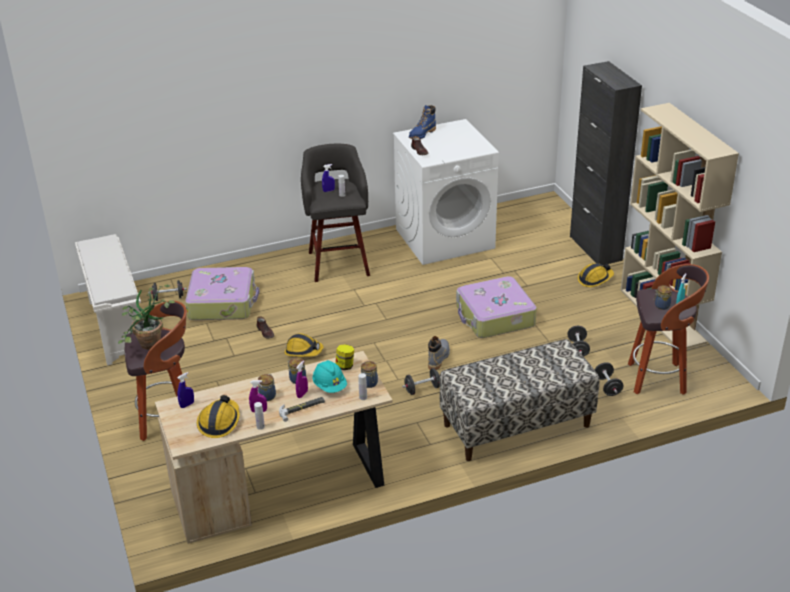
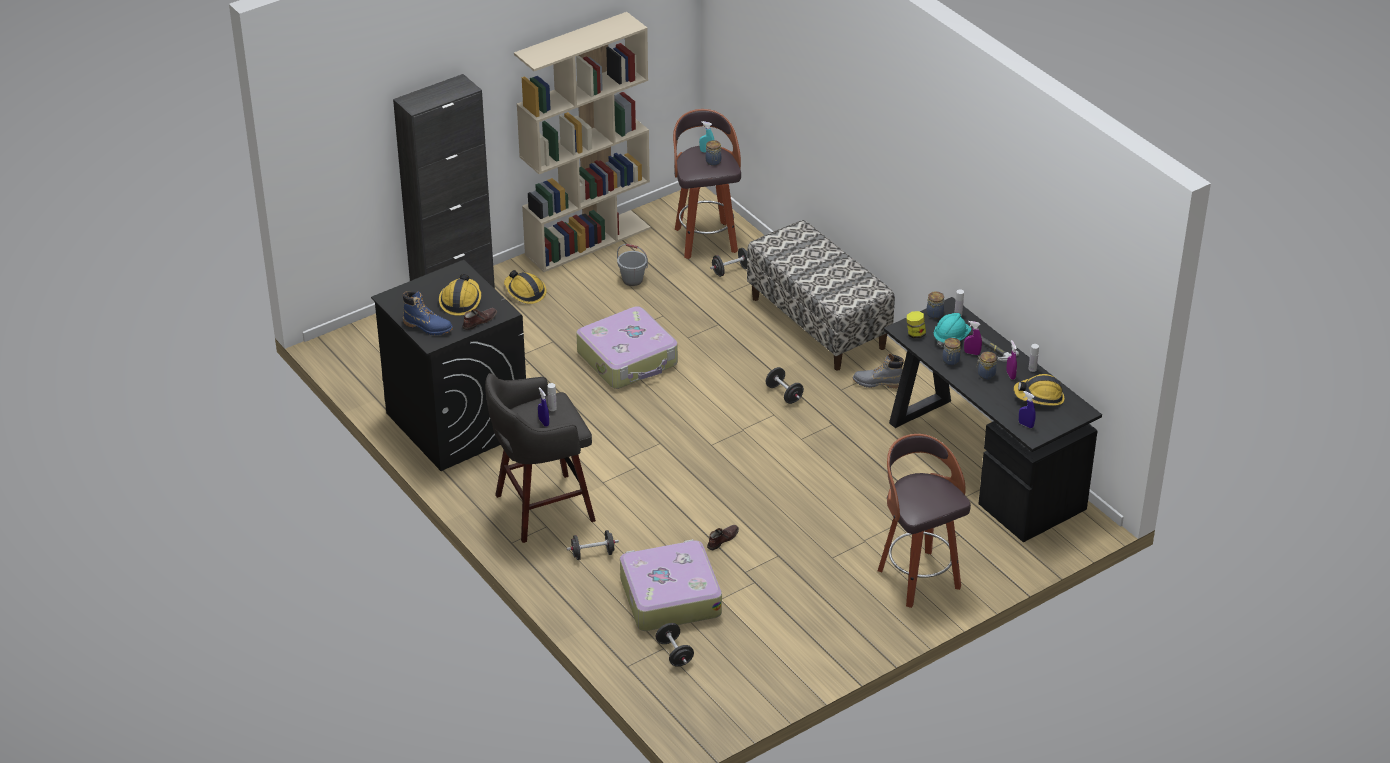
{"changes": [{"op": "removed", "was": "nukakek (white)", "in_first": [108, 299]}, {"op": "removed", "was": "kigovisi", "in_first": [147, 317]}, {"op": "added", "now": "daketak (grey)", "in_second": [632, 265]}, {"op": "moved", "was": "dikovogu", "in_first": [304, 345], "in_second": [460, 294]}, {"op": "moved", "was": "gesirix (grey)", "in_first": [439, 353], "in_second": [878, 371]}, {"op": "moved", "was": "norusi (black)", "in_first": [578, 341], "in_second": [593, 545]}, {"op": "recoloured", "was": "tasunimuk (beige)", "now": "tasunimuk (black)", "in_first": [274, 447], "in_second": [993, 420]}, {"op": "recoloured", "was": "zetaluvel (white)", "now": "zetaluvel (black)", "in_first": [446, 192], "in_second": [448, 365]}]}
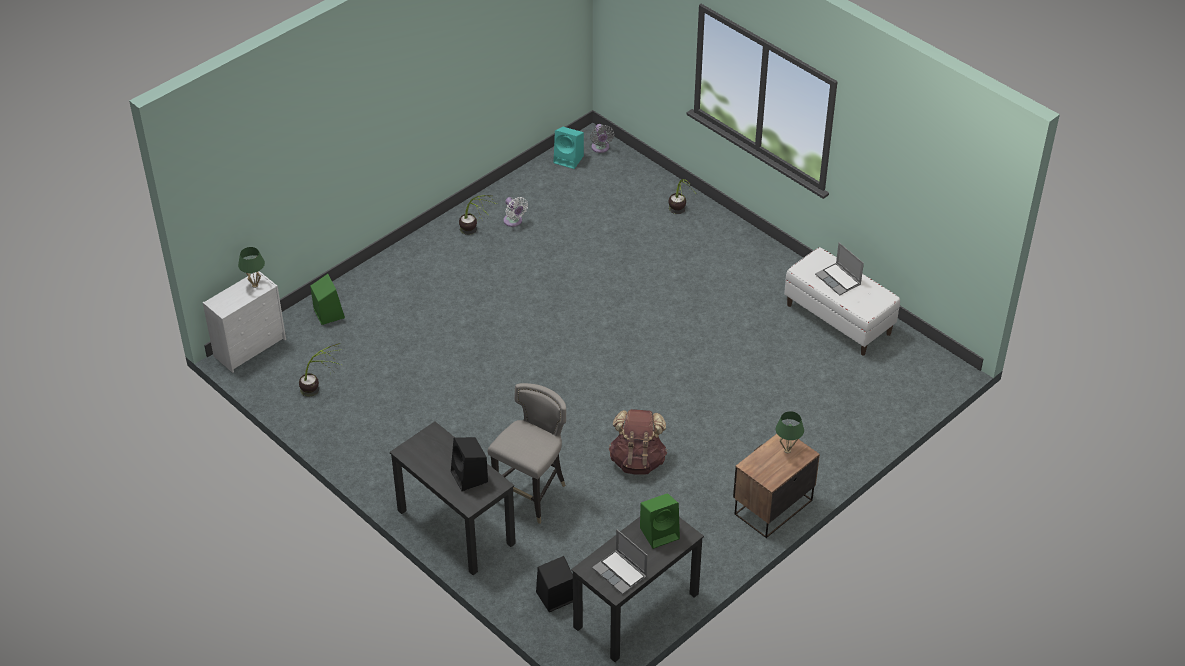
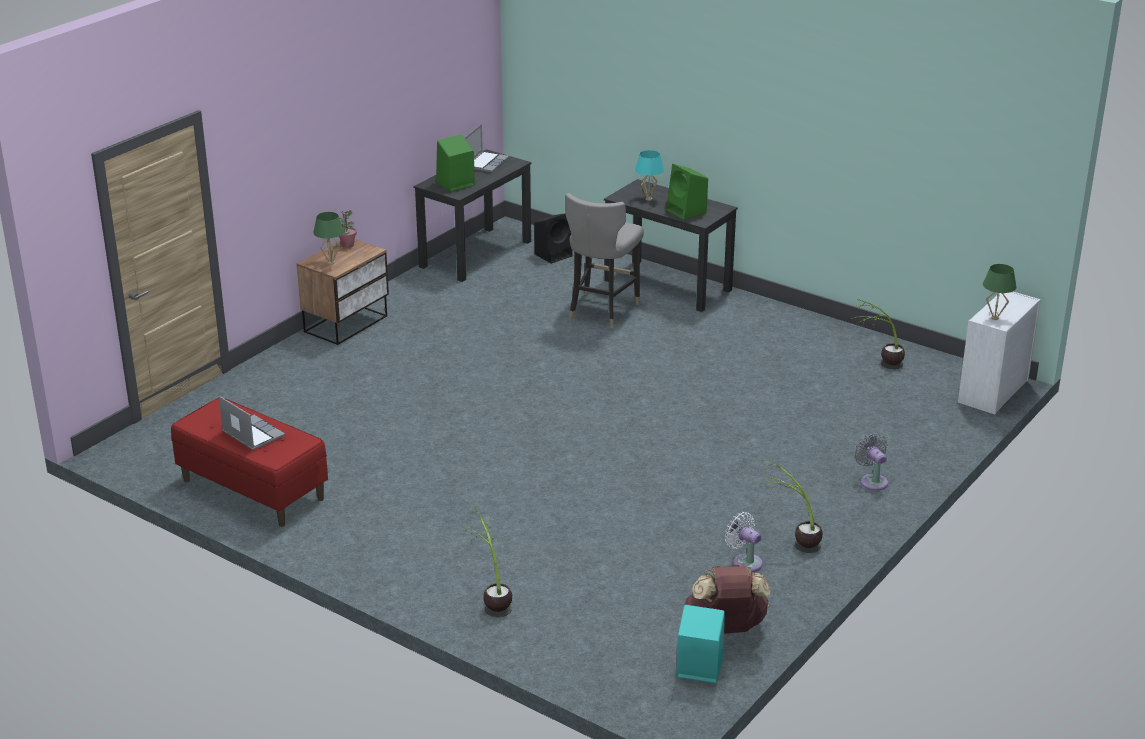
{"changes": [{"op": "added", "now": "kigovisi", "in_second": [348, 229]}, {"op": "moved", "was": "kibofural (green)", "in_first": [327, 299], "in_second": [687, 192]}, {"op": "moved", "was": "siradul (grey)", "in_first": [602, 138], "in_second": [871, 462]}, {"op": "moved", "was": "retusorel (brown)", "in_first": [638, 442], "in_second": [727, 599]}, {"op": "replaced", "was": "kibofural (black)", "now": "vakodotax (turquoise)", "in_first": [469, 464], "in_second": [649, 175]}, {"op": "recoloured", "was": "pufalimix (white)", "now": "pufalimix (red)", "in_first": [842, 301], "in_second": [249, 462]}, {"op": "turned", "was": "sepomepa", "in_first": [620, 562], "in_second": [486, 148], "clockwise": 75}]}
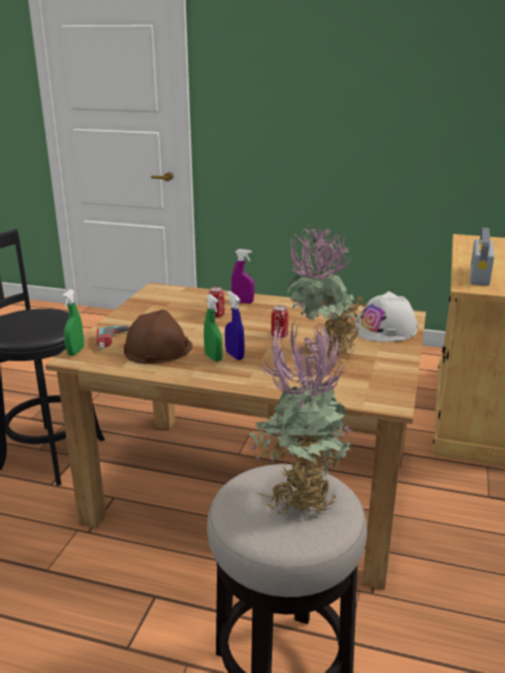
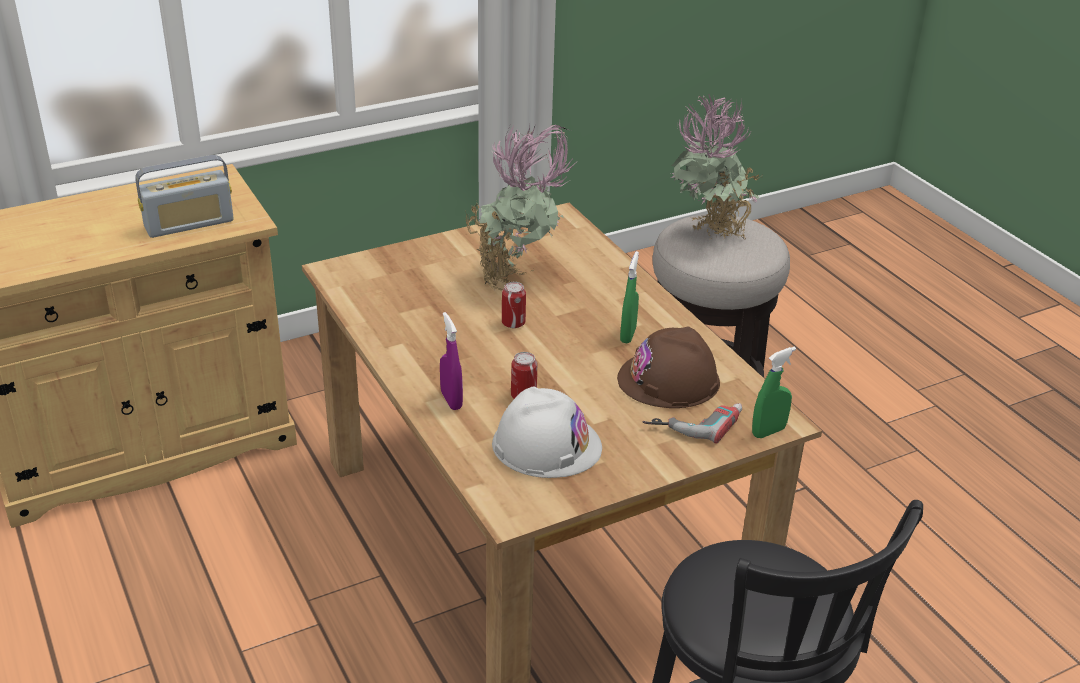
{"changes": [{"op": "removed", "was": "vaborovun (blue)", "in_first": [235, 325]}, {"op": "moved", "was": "dikovogu (white)", "in_first": [385, 316], "in_second": [547, 432]}]}
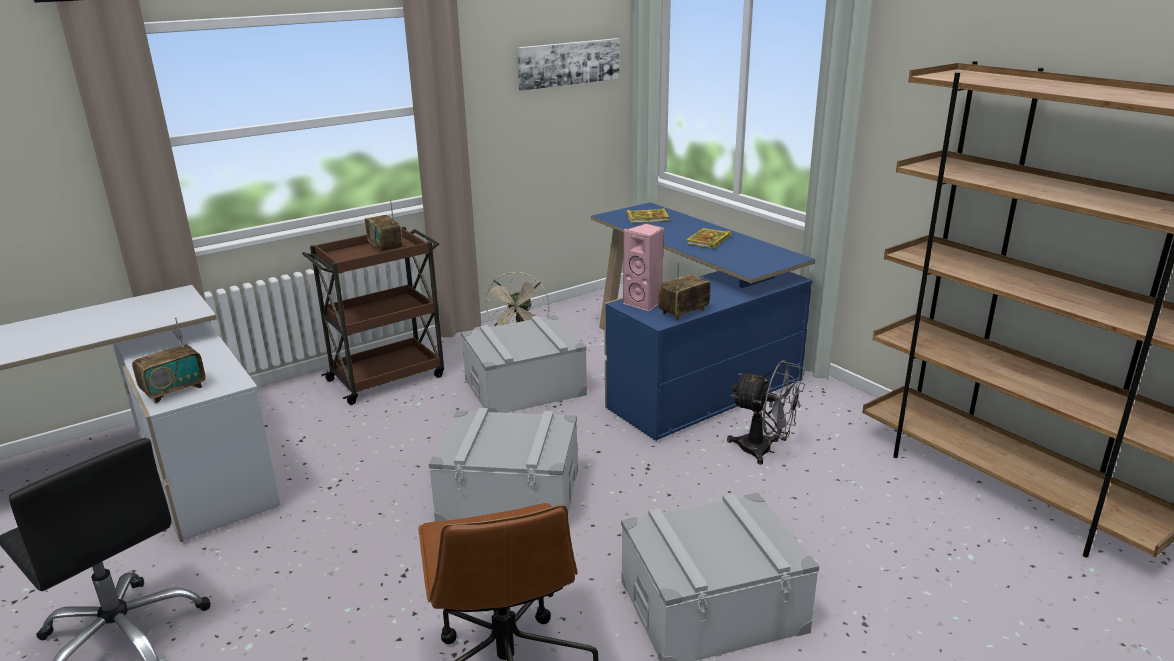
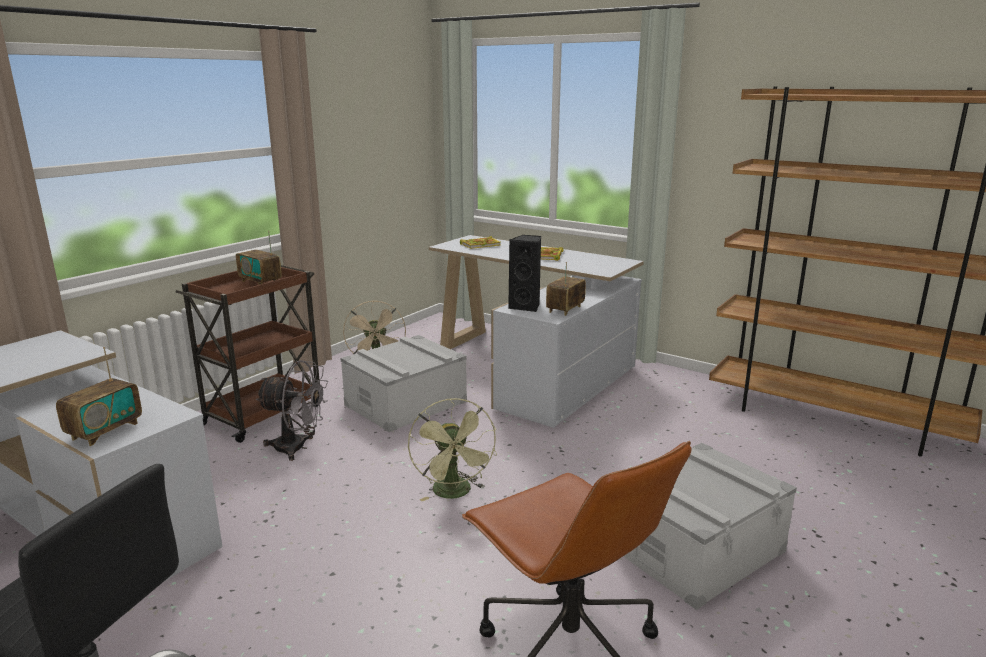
{"changes": [{"op": "removed", "was": "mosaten", "in_first": [568, 64]}, {"op": "moved", "was": "siradul (grey)", "in_first": [766, 412], "in_second": [292, 410]}, {"op": "replaced", "was": "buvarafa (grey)", "now": "siradul (green)", "in_first": [503, 465], "in_second": [452, 449]}, {"op": "recoloured", "was": "tasunimuk (blue)", "now": "tasunimuk (white)", "in_first": [703, 321], "in_second": [536, 331]}, {"op": "recoloured", "was": "kibofural (pink)", "now": "kibofural (black)", "in_first": [643, 267], "in_second": [524, 273]}]}
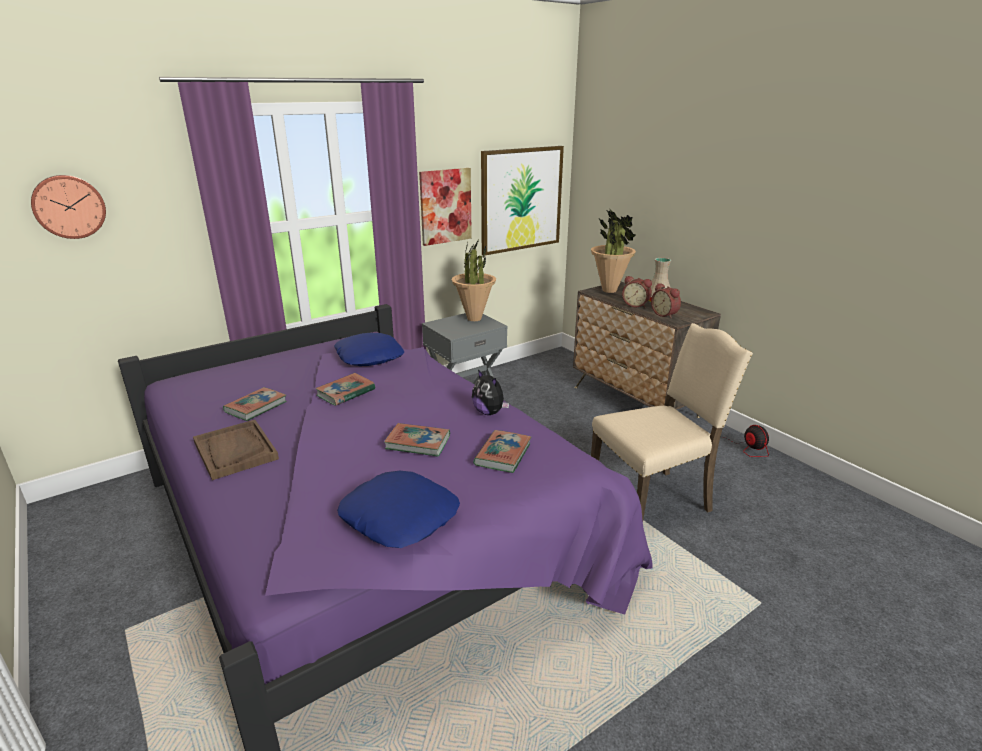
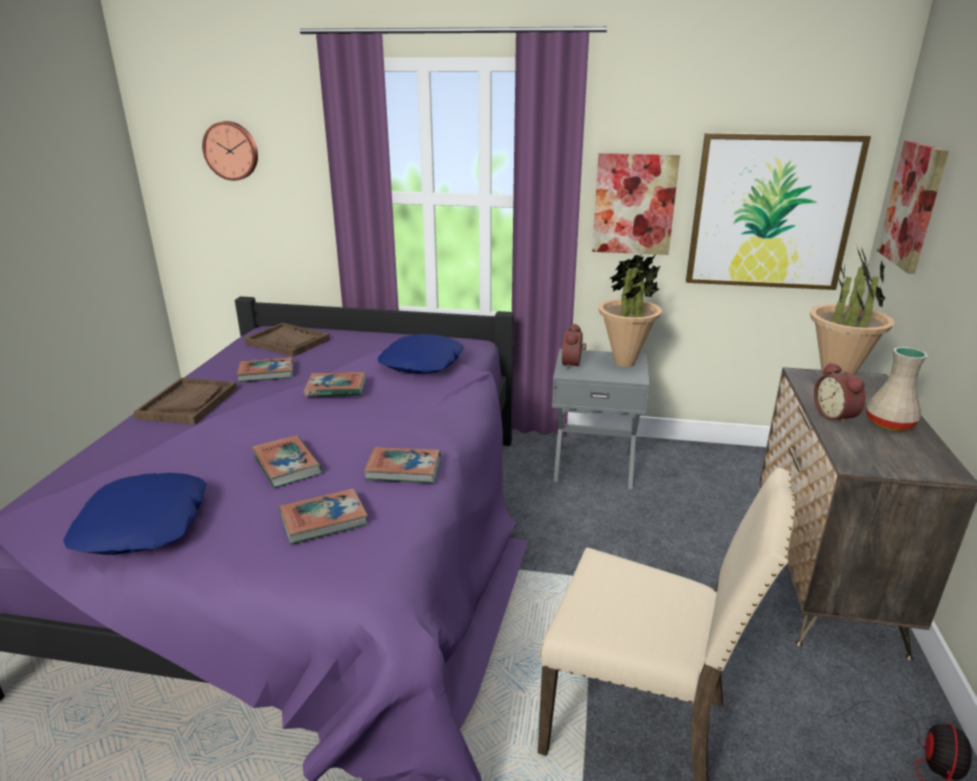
{"changes": [{"op": "added", "now": "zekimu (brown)", "in_second": [287, 340]}, {"op": "added", "now": "mosaten", "in_second": [913, 207]}, {"op": "moved", "was": "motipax", "in_first": [666, 301], "in_second": [574, 346]}, {"op": "replaced", "was": "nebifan", "now": "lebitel", "in_first": [490, 392], "in_second": [402, 465]}]}
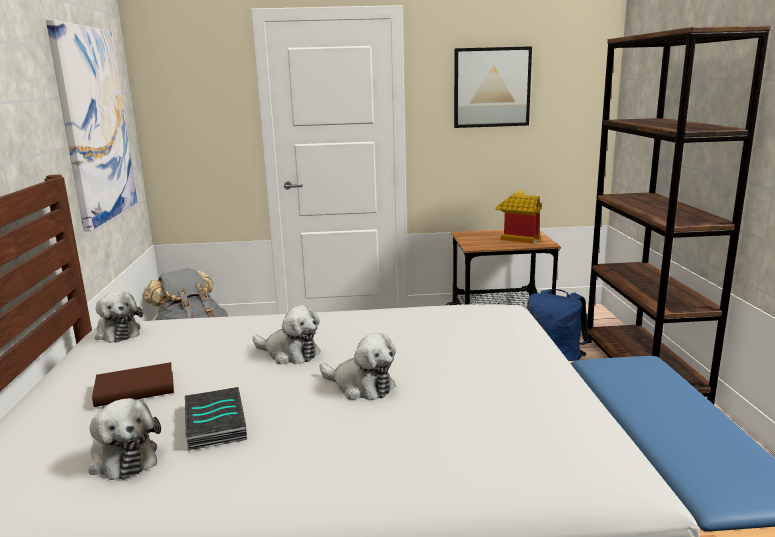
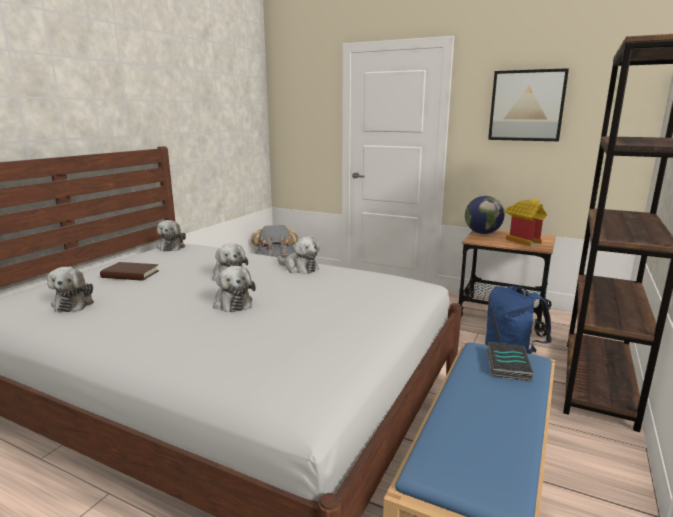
{"changes": [{"op": "removed", "was": "mosaten", "in_first": [91, 125]}, {"op": "added", "now": "nebifan", "in_second": [298, 255]}, {"op": "added", "now": "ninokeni", "in_second": [485, 215]}, {"op": "moved", "was": "lebitel", "in_first": [216, 419], "in_second": [510, 362]}]}
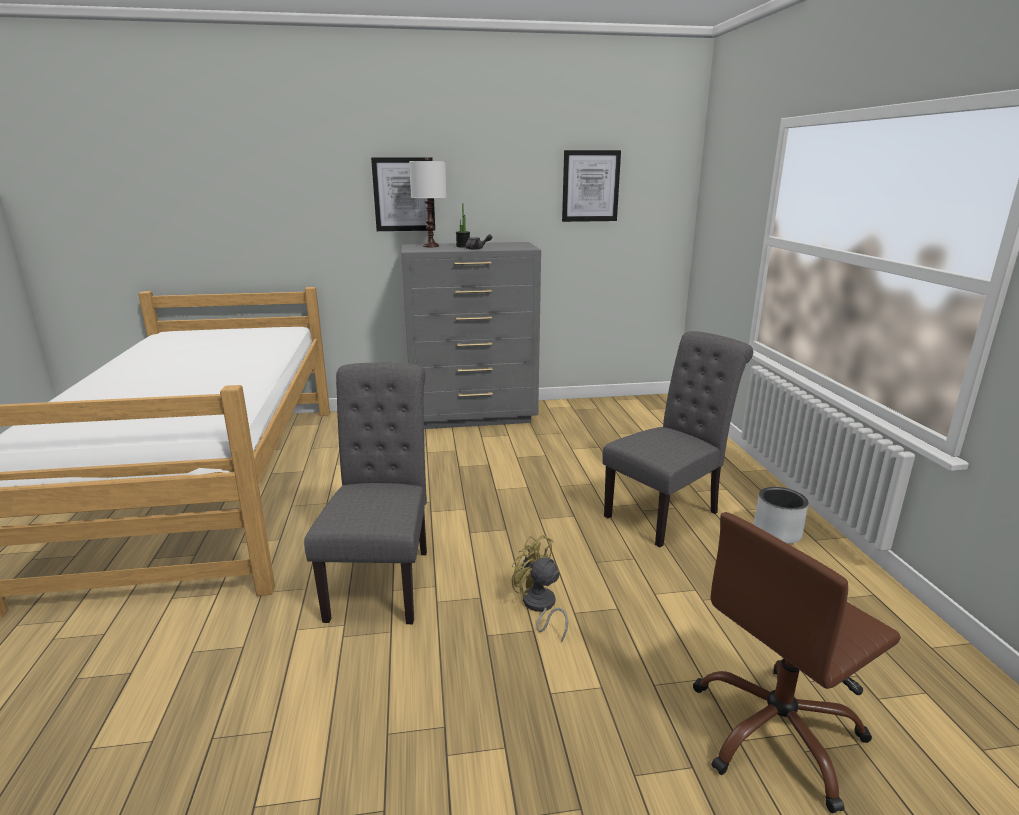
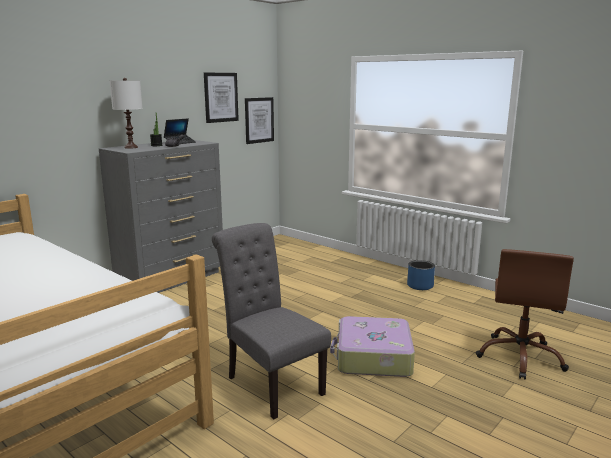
{"changes": [{"op": "removed", "was": "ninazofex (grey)", "in_first": [677, 439]}, {"op": "added", "now": "sepomepa", "in_second": [180, 131]}, {"op": "moved", "was": "mosaten", "in_first": [403, 194], "in_second": [259, 120]}, {"op": "replaced", "was": "siradul (yellow)", "now": "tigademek", "in_first": [540, 588], "in_second": [372, 346]}, {"op": "recoloured", "was": "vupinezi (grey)", "now": "vupinezi (blue)", "in_first": [781, 515], "in_second": [421, 275]}]}
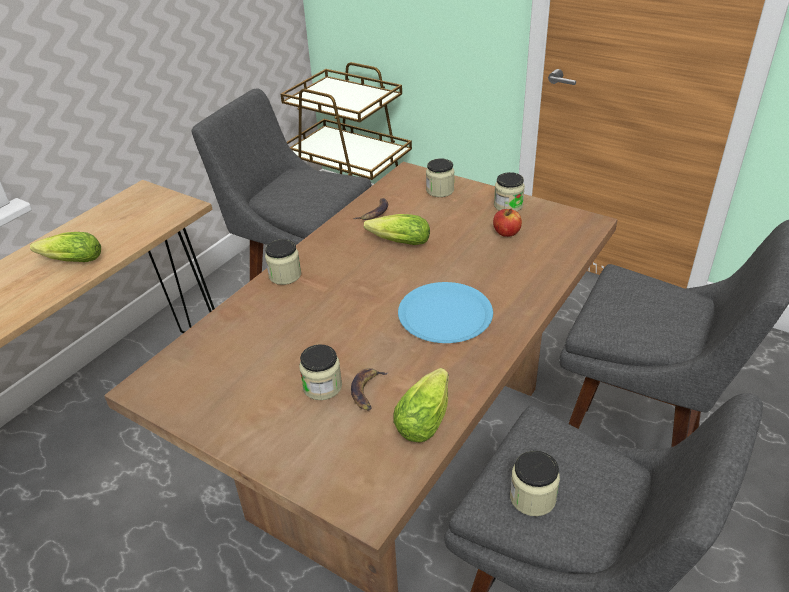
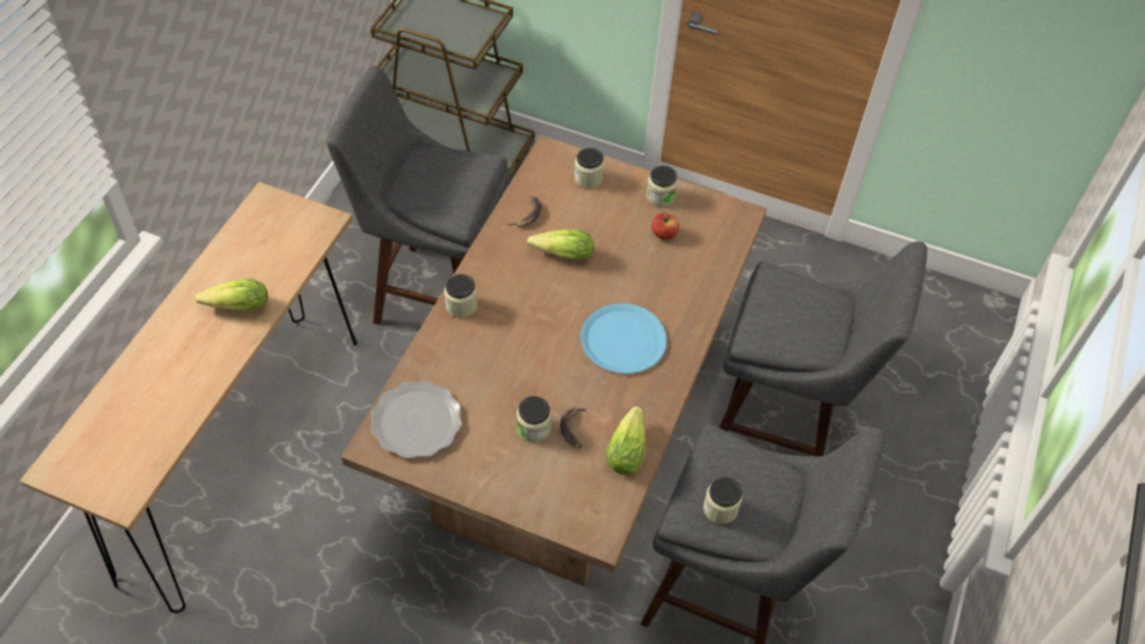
{"changes": [{"op": "added", "now": "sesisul", "in_second": [416, 420]}]}
